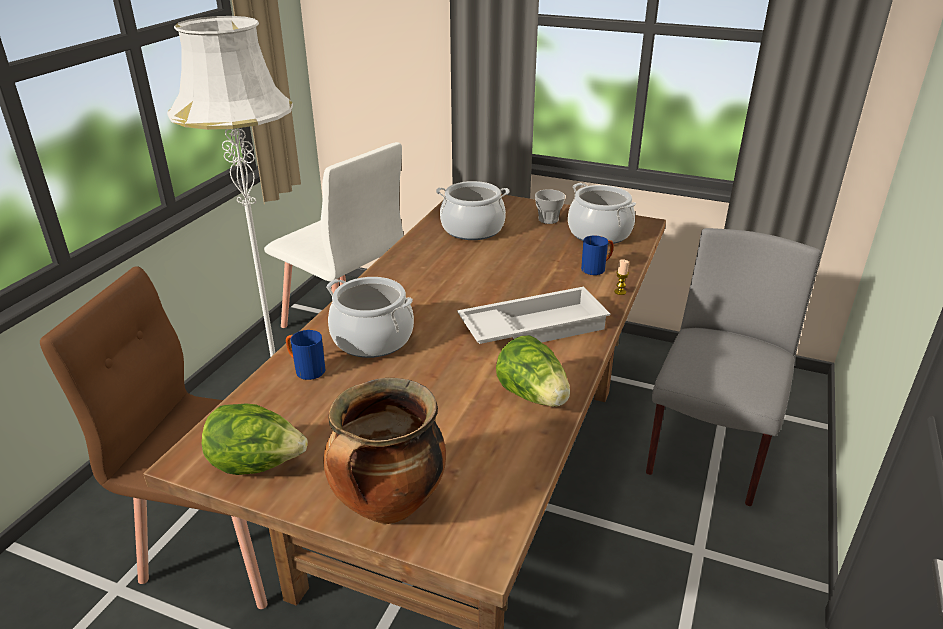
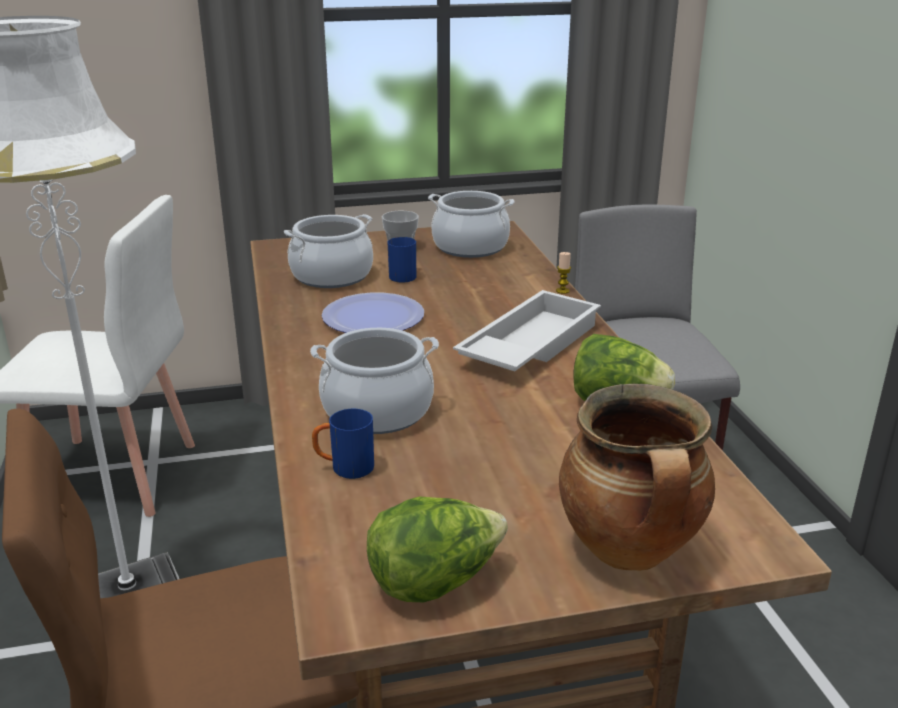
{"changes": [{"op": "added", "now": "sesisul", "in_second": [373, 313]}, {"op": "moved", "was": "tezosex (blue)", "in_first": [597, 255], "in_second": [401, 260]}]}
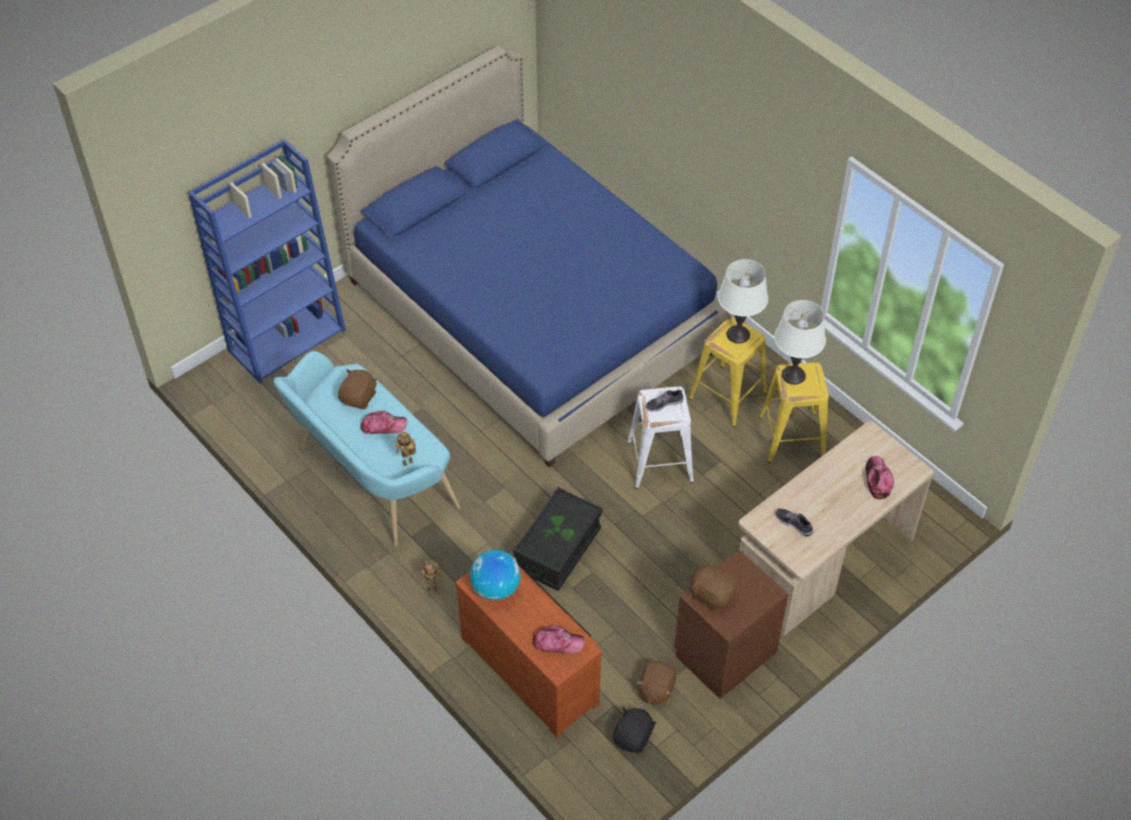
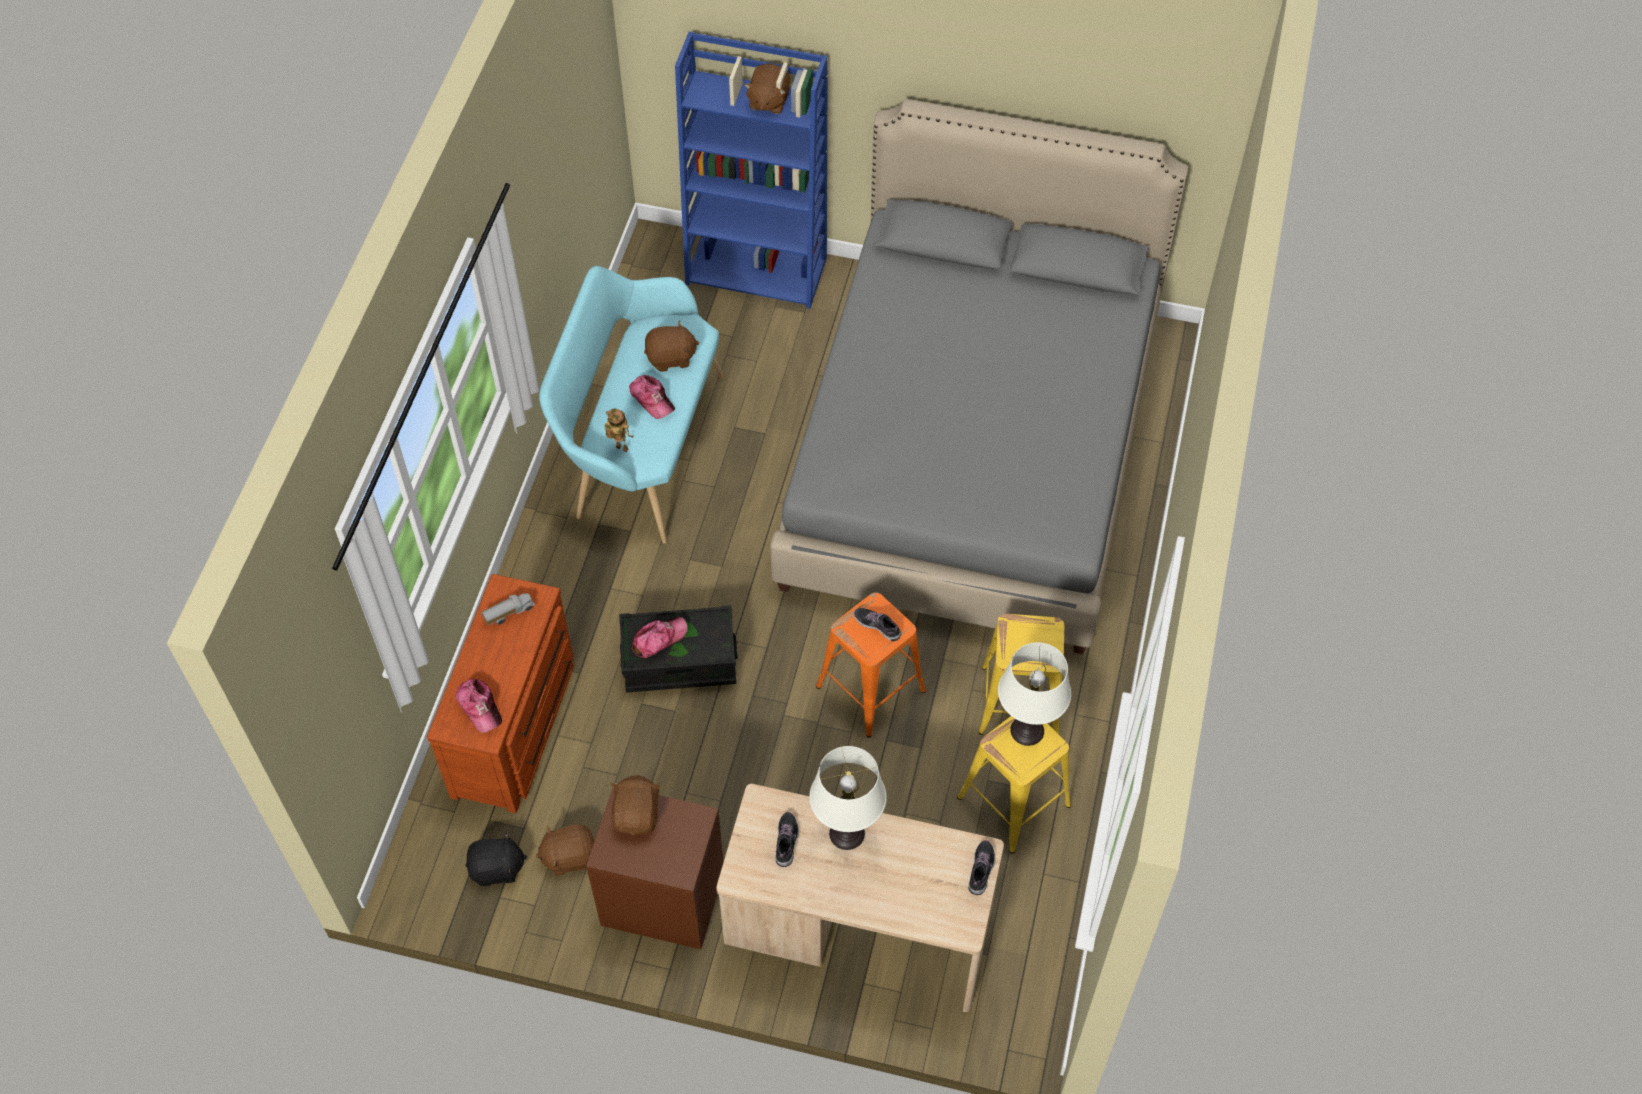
{"changes": [{"op": "removed", "was": "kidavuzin", "in_first": [431, 577]}, {"op": "added", "now": "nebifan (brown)", "in_second": [767, 89]}, {"op": "added", "now": "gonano", "in_second": [982, 867]}, {"op": "moved", "was": "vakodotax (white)", "in_first": [743, 301], "in_second": [848, 798]}, {"op": "moved", "was": "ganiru", "in_first": [880, 478], "in_second": [660, 637]}, {"op": "replaced", "was": "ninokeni", "now": "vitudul", "in_first": [495, 575], "in_second": [508, 609]}, {"op": "recoloured", "was": "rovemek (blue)", "now": "rovemek (grey)", "in_first": [527, 256], "in_second": [979, 376]}, {"op": "recoloured", "was": "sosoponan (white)", "now": "sosoponan (orange)", "in_first": [660, 437], "in_second": [871, 665]}]}
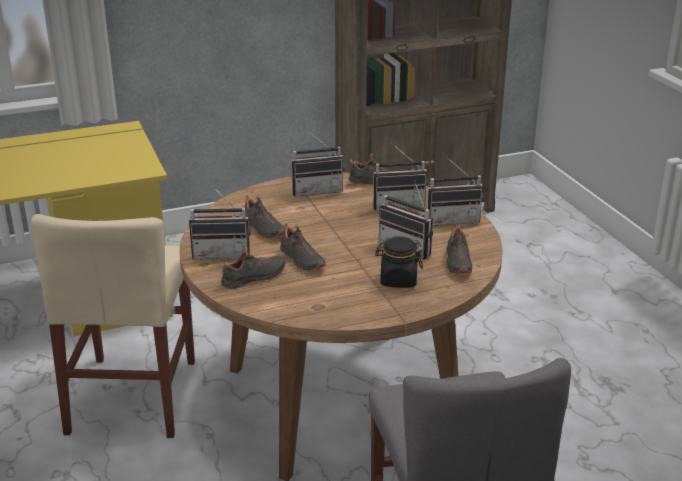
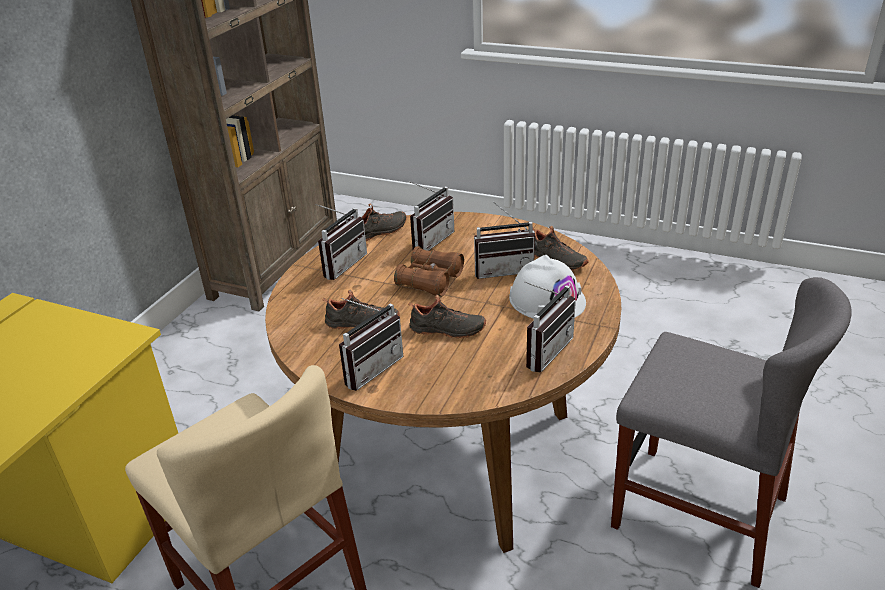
{"changes": [{"op": "removed", "was": "gonano (black)", "in_first": [253, 268]}, {"op": "added", "now": "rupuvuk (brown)", "in_second": [429, 271]}, {"op": "moved", "was": "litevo", "in_first": [455, 191], "in_second": [550, 326]}, {"op": "replaced", "was": "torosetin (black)", "now": "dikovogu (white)", "in_first": [399, 262], "in_second": [547, 287]}]}
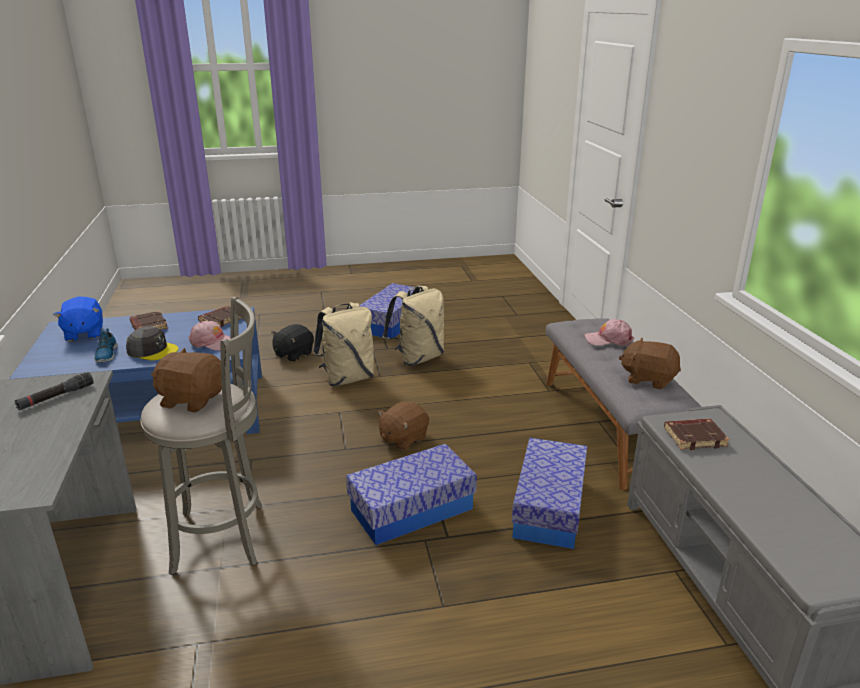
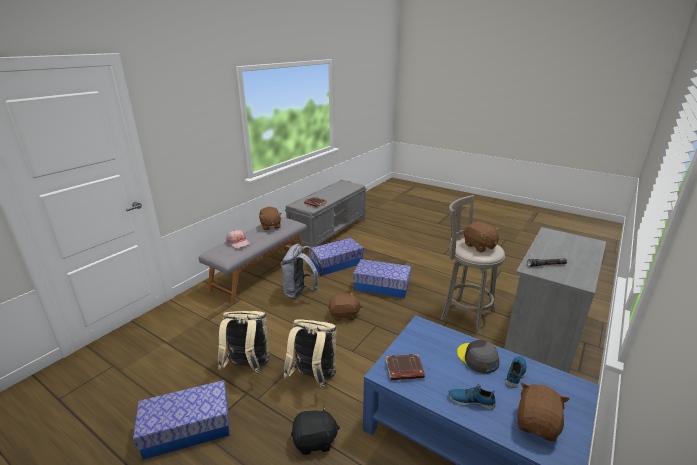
{"changes": [{"op": "removed", "was": "ganiru (pink)", "in_first": [210, 336]}, {"op": "added", "now": "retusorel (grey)", "in_second": [302, 271]}, {"op": "replaced", "was": "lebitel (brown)", "now": "gonano", "in_first": [149, 320], "in_second": [472, 397]}, {"op": "recoloured", "was": "nebifan (blue)", "now": "nebifan (brown)", "in_first": [78, 319], "in_second": [543, 412]}]}
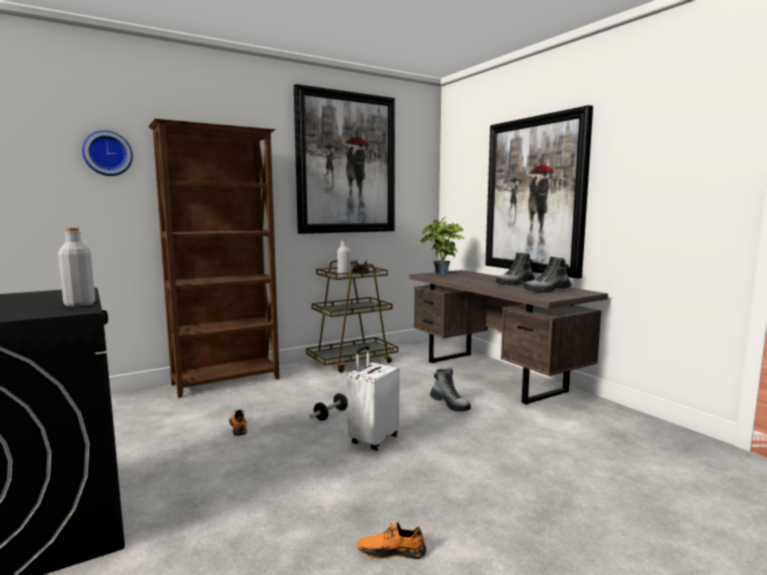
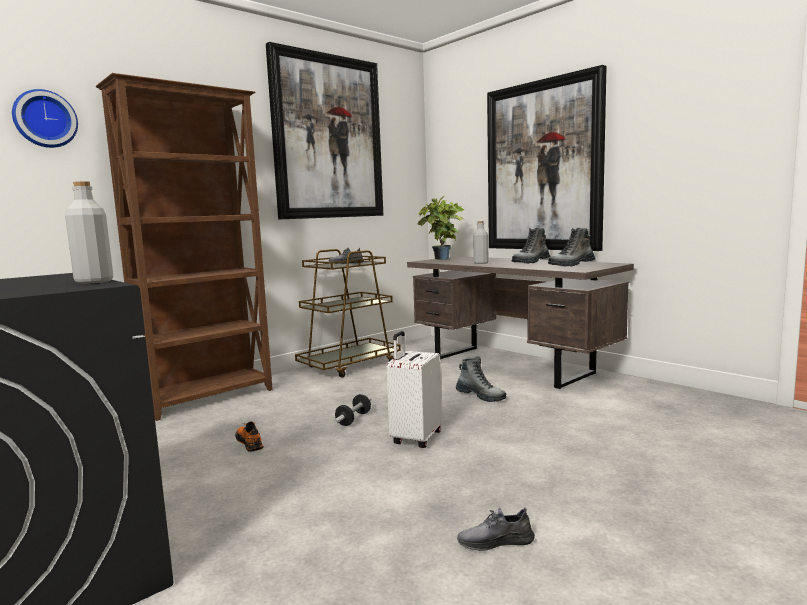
{"changes": [{"op": "moved", "was": "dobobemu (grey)", "in_first": [344, 258], "in_second": [480, 242]}, {"op": "recoloured", "was": "gonano (orange)", "now": "gonano (grey)", "in_first": [392, 540], "in_second": [496, 529]}]}
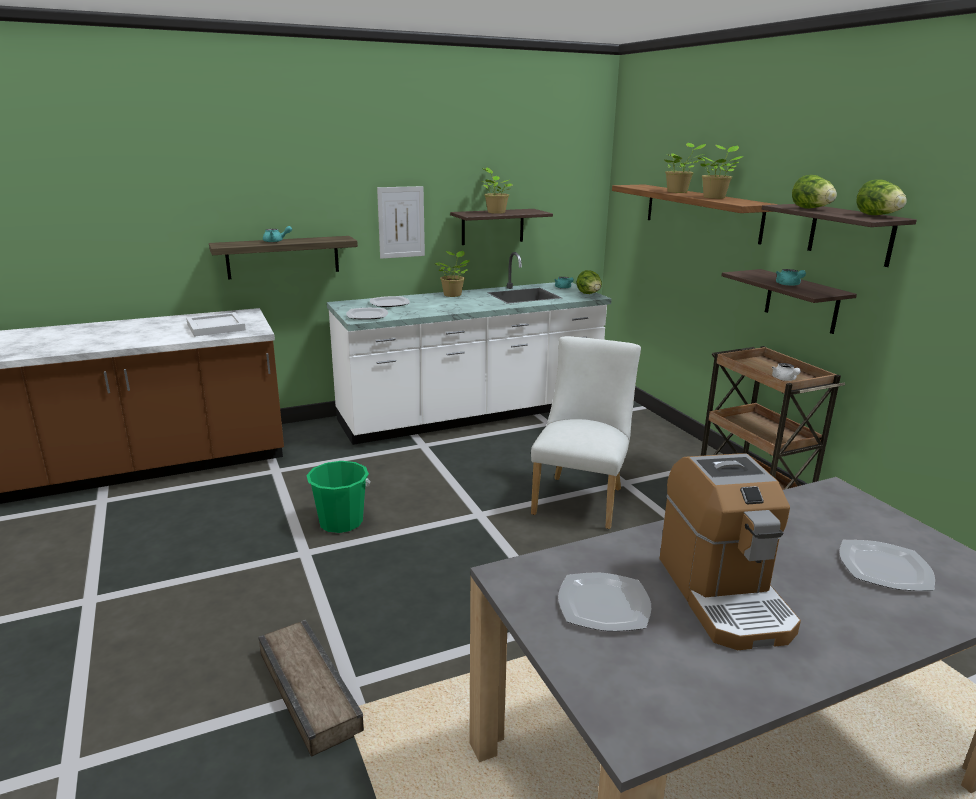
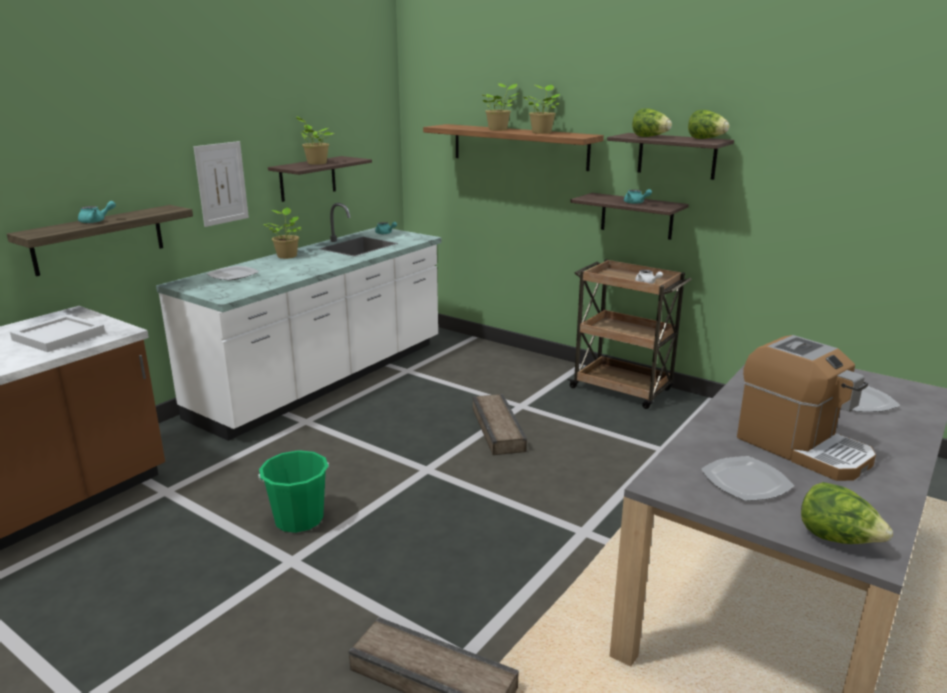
{"changes": [{"op": "removed", "was": "sesisul", "in_first": [367, 314]}, {"op": "moved", "was": "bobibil", "in_first": [589, 282], "in_second": [847, 513]}, {"op": "replaced", "was": "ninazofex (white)", "now": "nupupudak", "in_first": [586, 432], "in_second": [500, 424]}]}
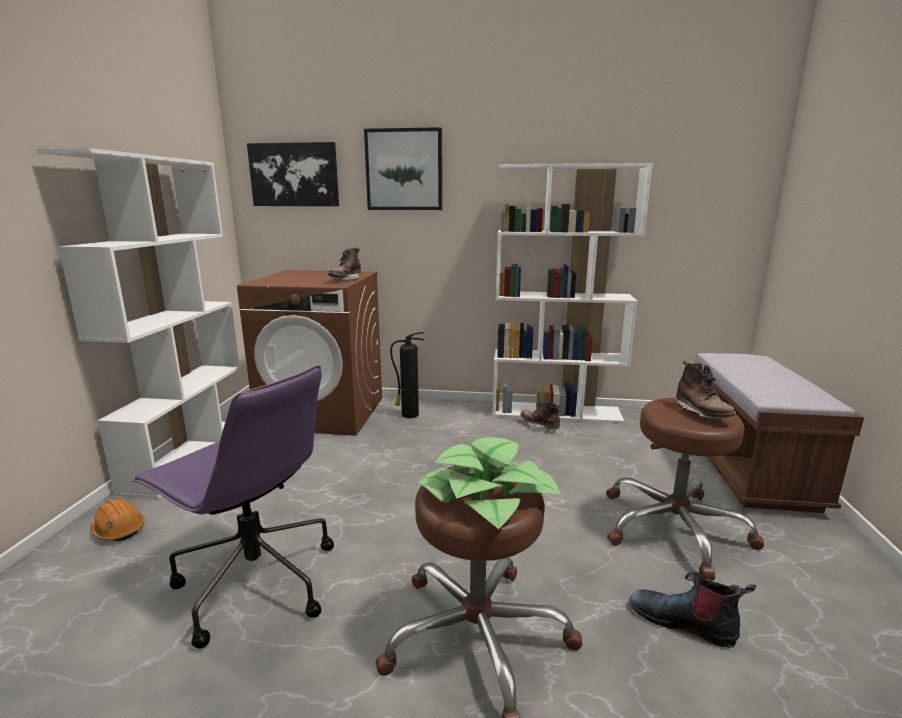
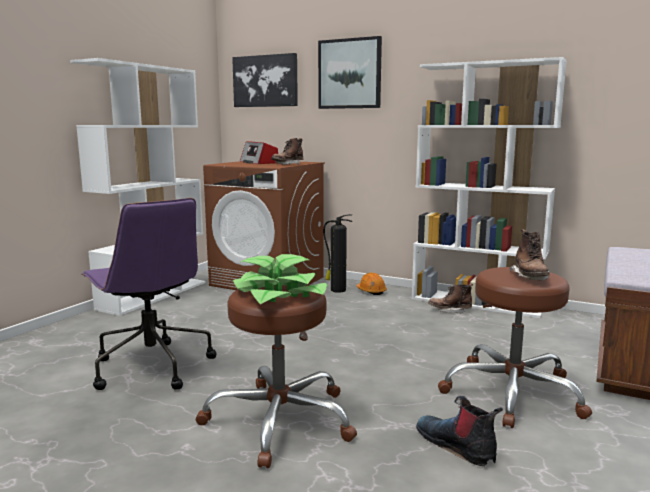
{"changes": [{"op": "added", "now": "litevo", "in_second": [259, 152]}, {"op": "moved", "was": "dikovogu (orange)", "in_first": [118, 519], "in_second": [371, 284]}, {"op": "turned", "was": "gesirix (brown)", "in_first": [540, 417], "in_second": [450, 298], "clockwise": -60}]}
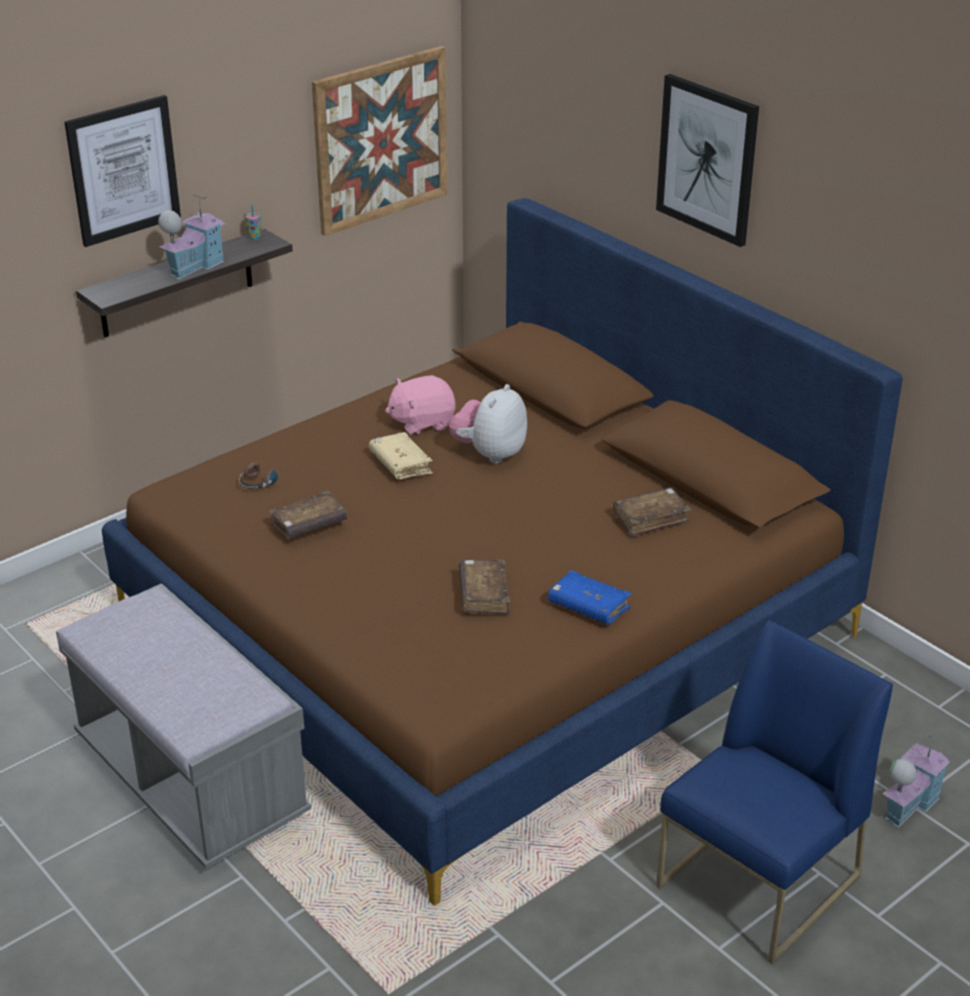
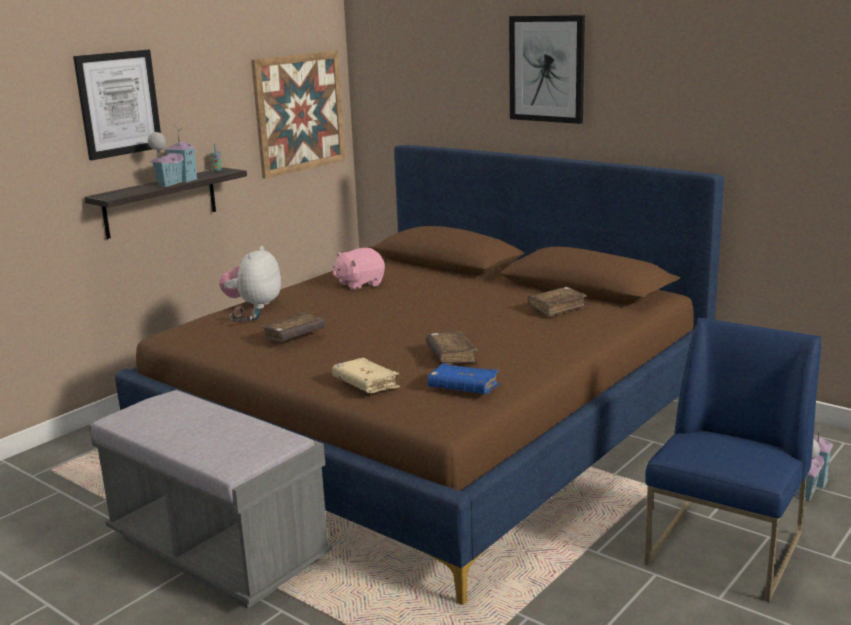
{"changes": [{"op": "moved", "was": "lebitel (beige)", "in_first": [401, 455], "in_second": [366, 375]}, {"op": "moved", "was": "nebifan", "in_first": [488, 423], "in_second": [250, 277]}, {"op": "moved", "was": "lebitel (blue)", "in_first": [590, 597], "in_second": [464, 379]}]}
